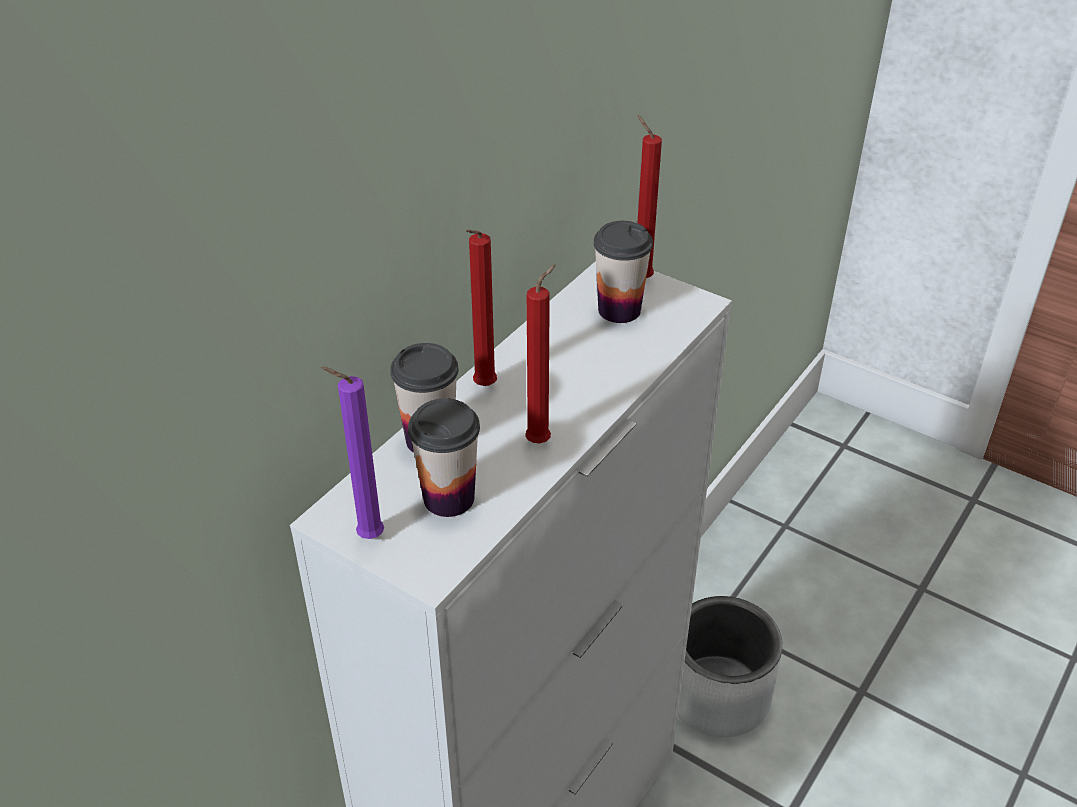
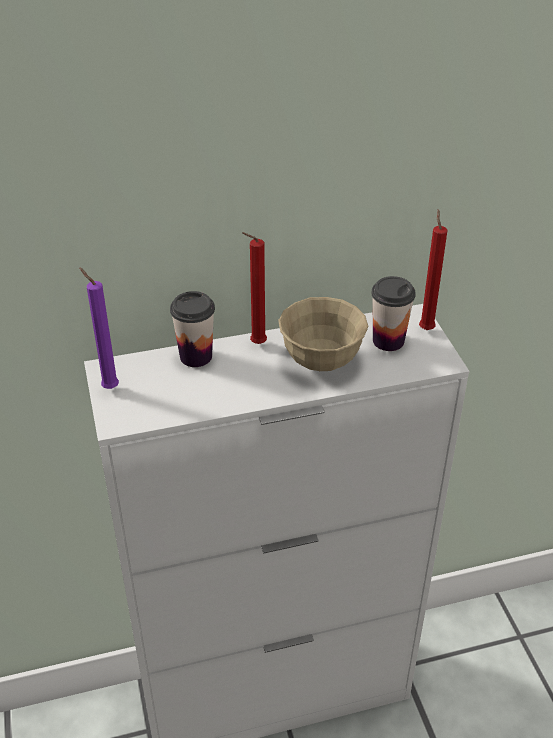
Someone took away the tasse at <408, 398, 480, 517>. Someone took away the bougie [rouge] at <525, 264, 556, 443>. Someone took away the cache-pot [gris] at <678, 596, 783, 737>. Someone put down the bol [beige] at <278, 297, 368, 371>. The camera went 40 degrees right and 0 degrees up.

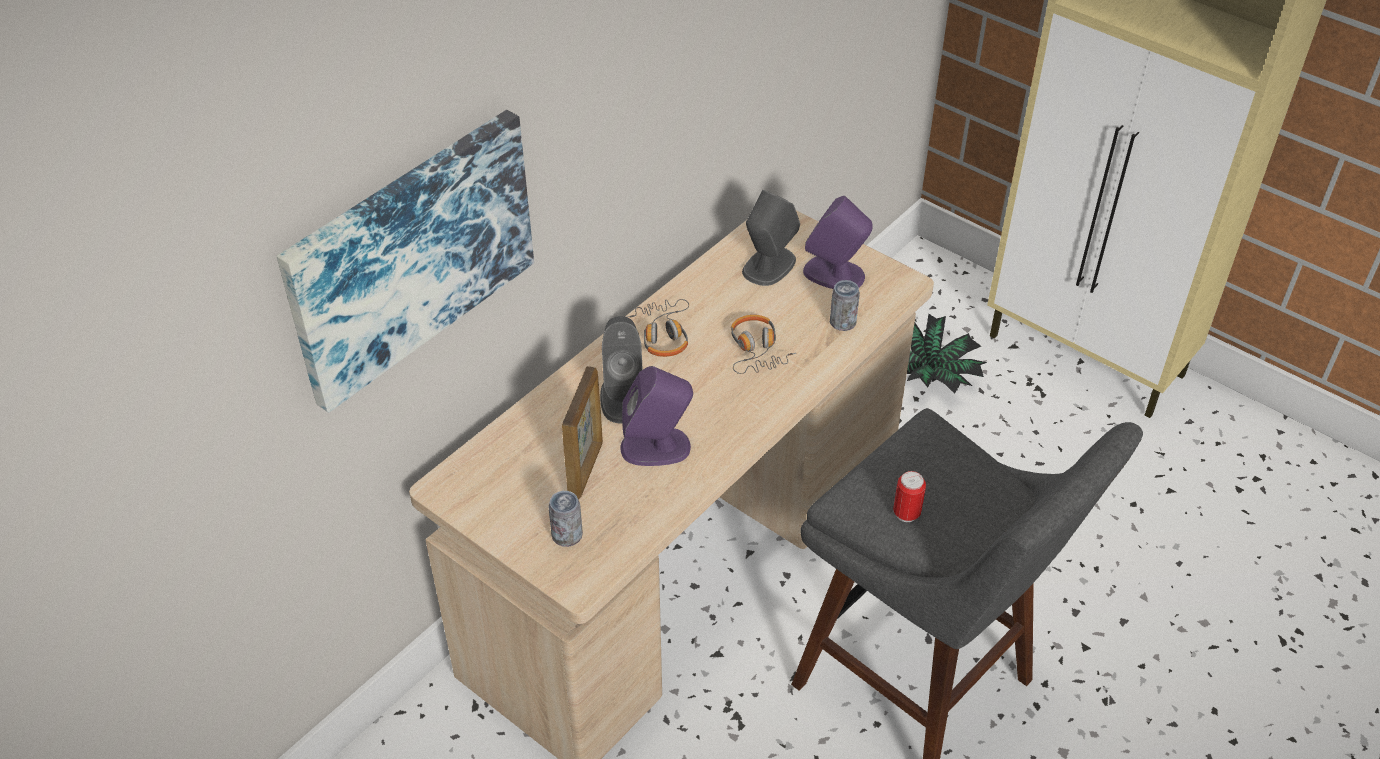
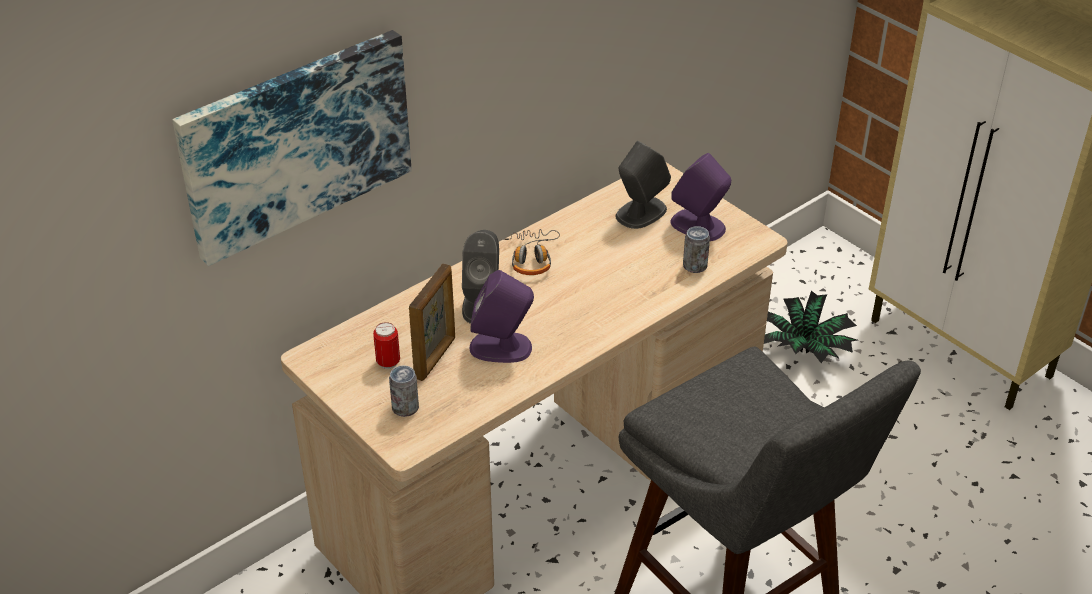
Someone took away the casque audio at <731, 315, 796, 374>. Someone carried the boîte métallique from <893, 471, 926, 522> to <373, 322, 400, 369>. The camera went 10 degrees right and 5 degrees down.

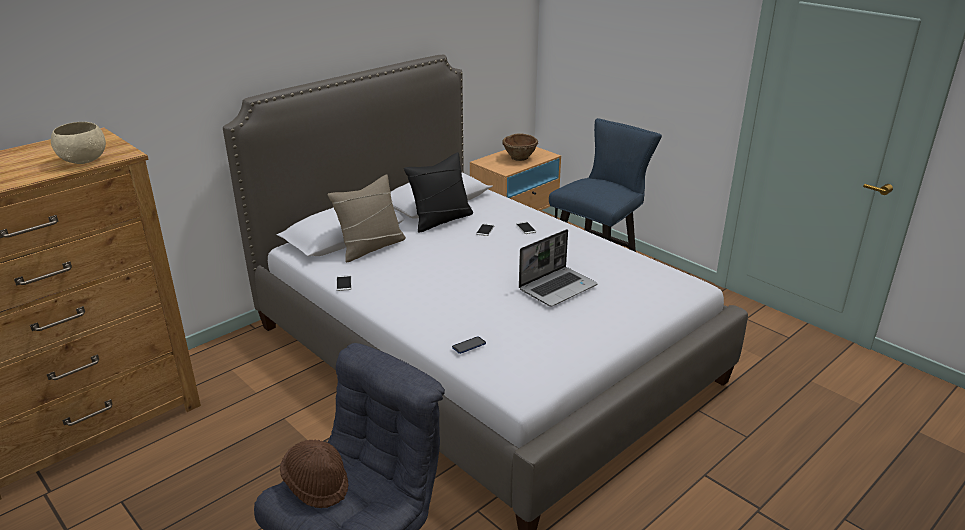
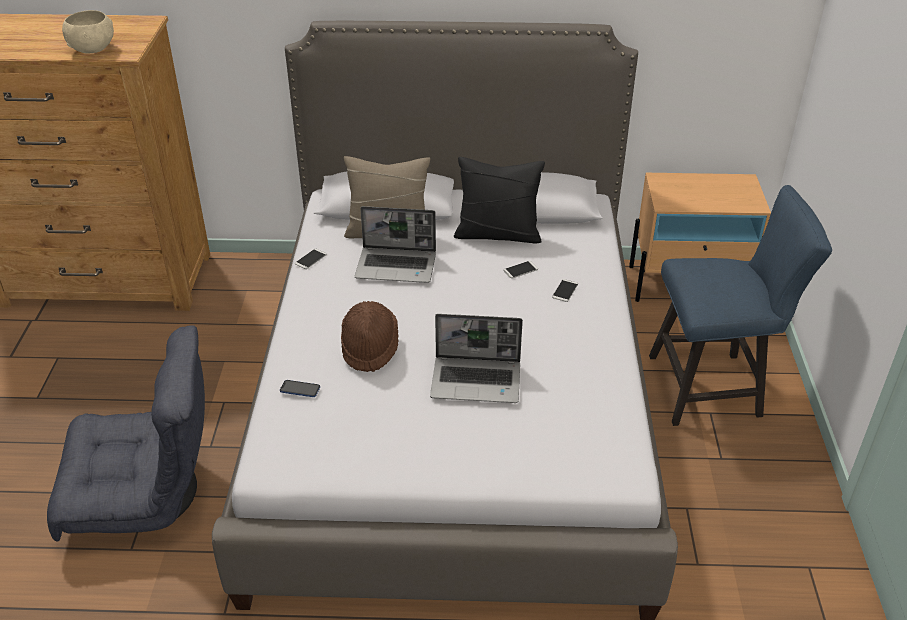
Someone took away the bol [marron] at <503, 134, 538, 161>. Someone put down the ordinateur portable at <355, 206, 436, 283>. Someone carried the chapeau [marron] from <280, 440, 348, 508> to <341, 301, 399, 372>. The camera went 45 degrees right and 10 degrees up.

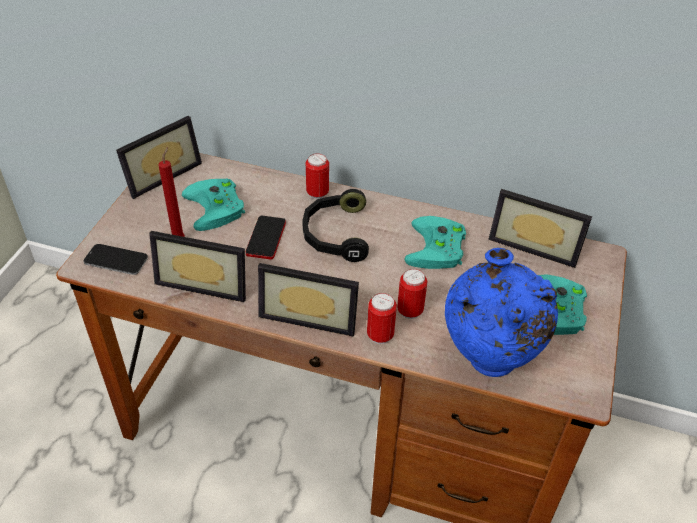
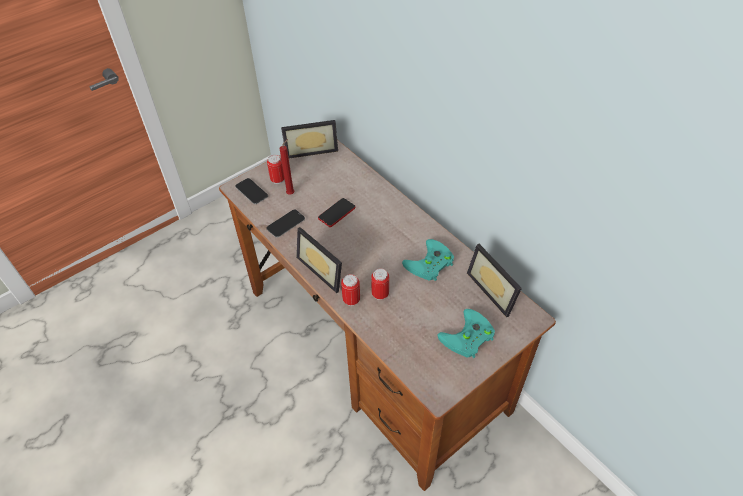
Someone took away the manette [turquoise] at <182, 179, 245, 231>. Someone took away the casque audio [noir] at <302, 189, 369, 262>. Someone took away the vase [bleu] at <445, 248, 558, 377>. Someone carried the boîte métallique from <306, 153, 329, 199> to <267, 155, 285, 184>. Someone swapped the cadre photo at <149, 231, 246, 302> for the téléphone at <267, 209, 305, 238>. The camera went 35 degrees right and 5 degrees up.

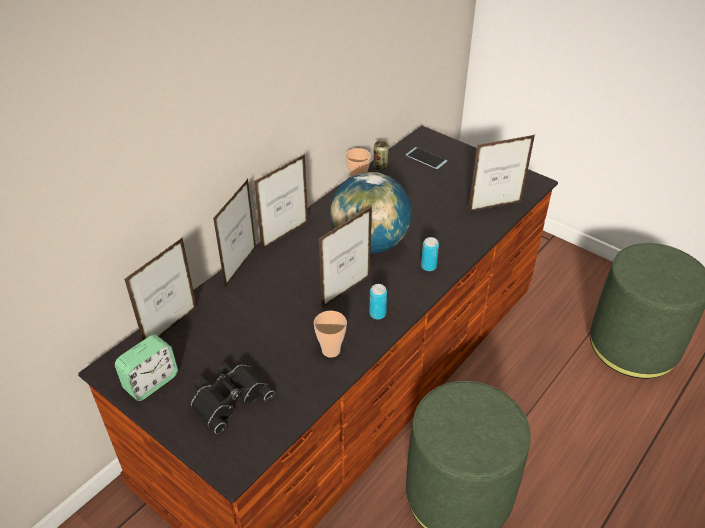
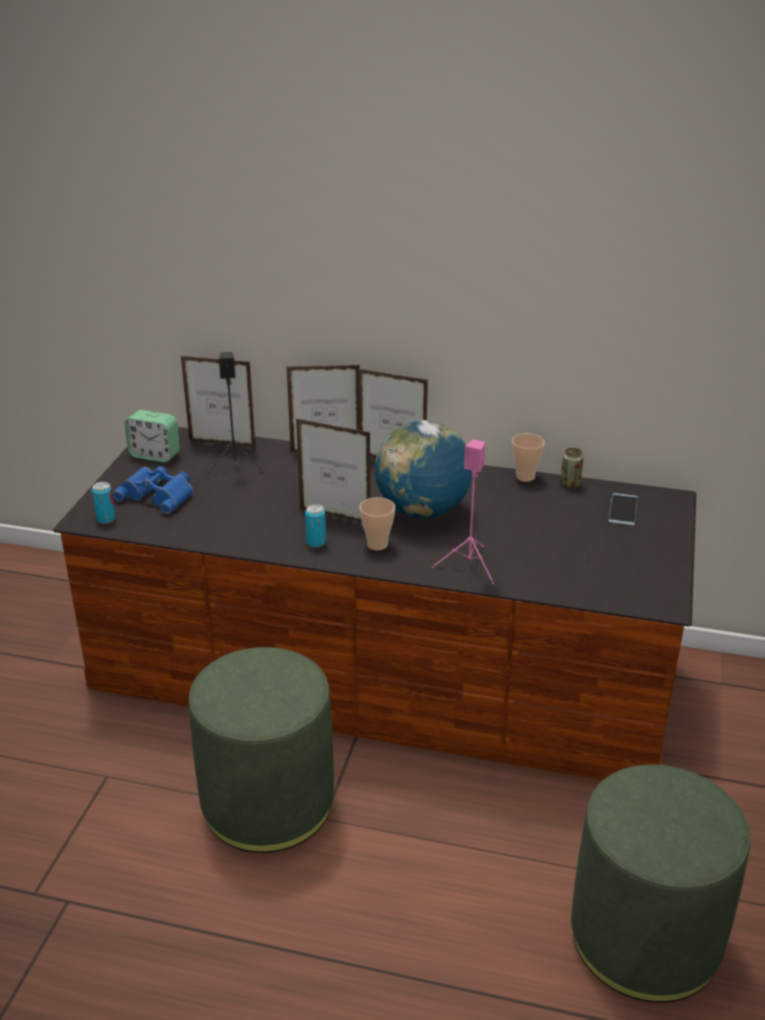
Someone took away the cadre photo at <468, 135, 535, 212>. Someone put down the enceinte [noir] at <206, 352, 265, 476>. Someone put down the enceinte [rose] at <432, 439, 494, 584>. Someone carried the tasse from <314, 311, 347, 358> to <359, 497, 395, 550>. Someone carried the boîte métallique from <421, 237, 439, 271> to <92, 482, 116, 524>. Someone repainted the jumelles [noir] at <191, 362, 275, 434>, which became the jumelles [bleu] at <112, 466, 194, 514>. The camera went 65 degrees right and 10 degrees down.

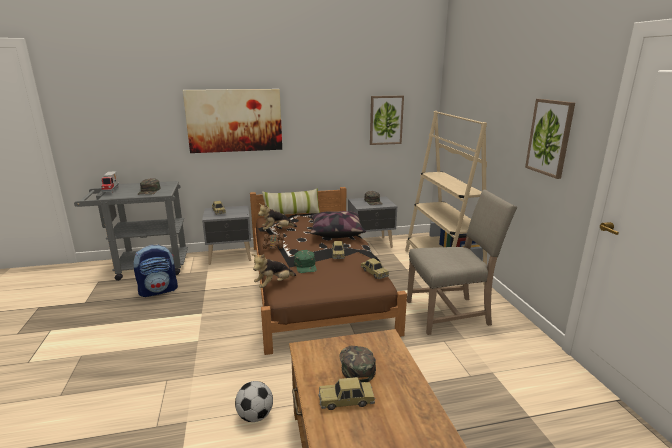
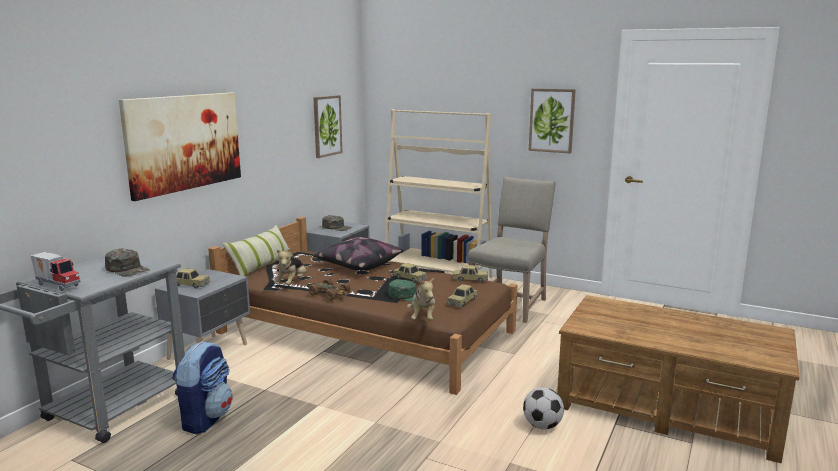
Someone took away the casquette [vert] at <339, 346, 376, 382>. Someone carried the petite voiture from <319, 377, 376, 410> to <447, 284, 478, 307>. The camera went 50 degrees left and 5 degrees down.

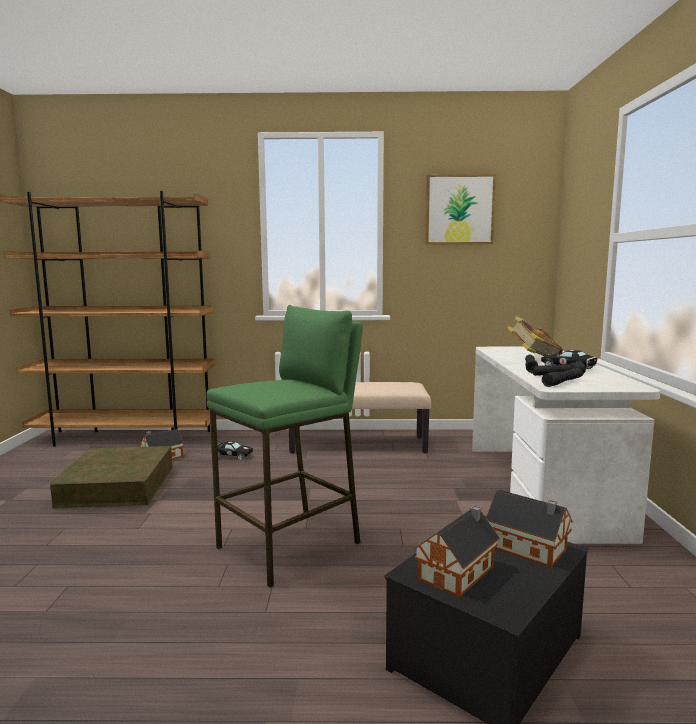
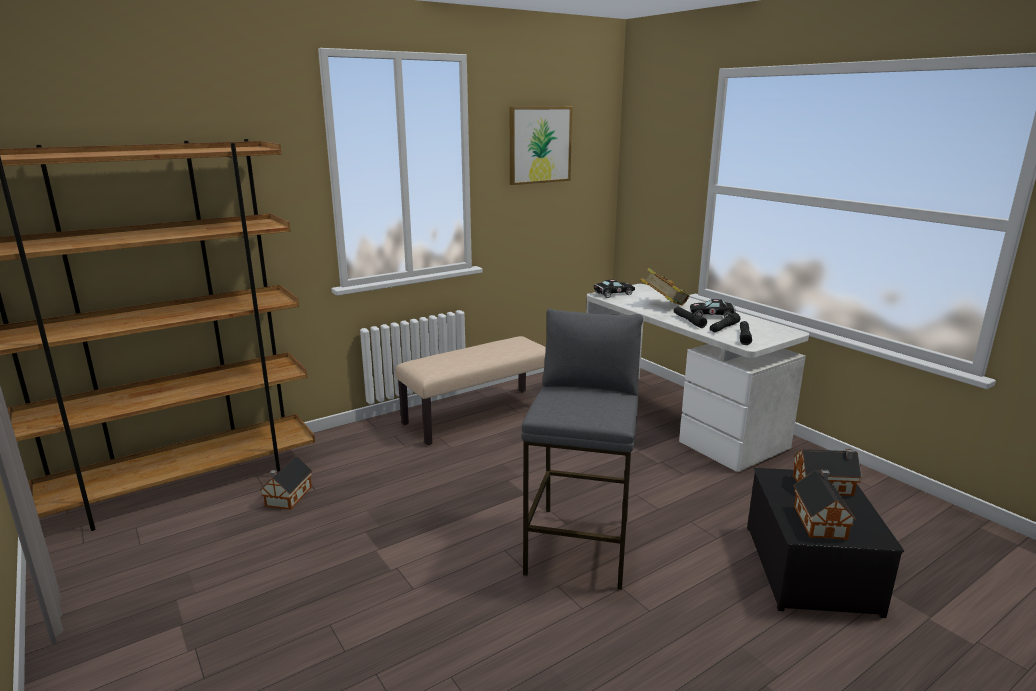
Someone took away the boîte de rangement [marron] at <50, 446, 173, 508>. Someone carried the petite voiture [noir] from <217, 441, 253, 460> to <594, 280, 635, 298>. Someone repainted the tabouret [vert] at <206, 305, 363, 588>, which became the tabouret [gris] at <521, 308, 643, 590>. The camera went 35 degrees left and 10 degrees up.

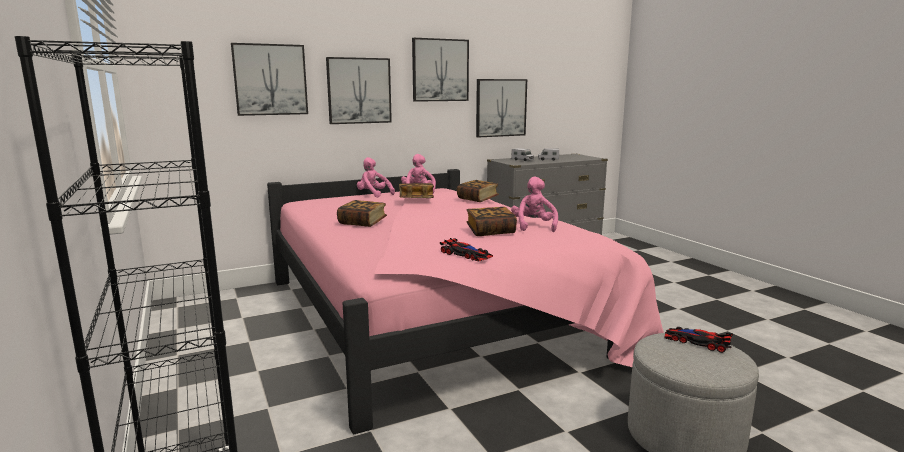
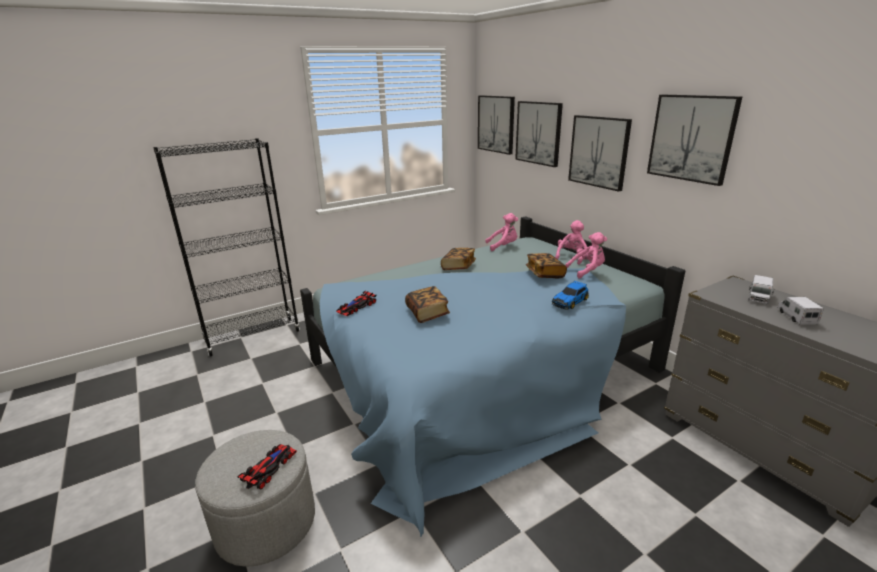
Someone carried the tableau from <476, 79, 527, 138> to <478, 95, 515, 155>. Someone carried the peluche [rose] from <511, 176, 558, 232> to <485, 213, 518, 251>. Someone swapped the livre at <457, 180, 499, 202> for the petite voiture at <552, 281, 589, 310>. Someone repainted the lit [rose] at <267, 169, 664, 434>, which became the lit [bleu] at <300, 216, 685, 537>. The camera went 85 degrees right and 10 degrees up.

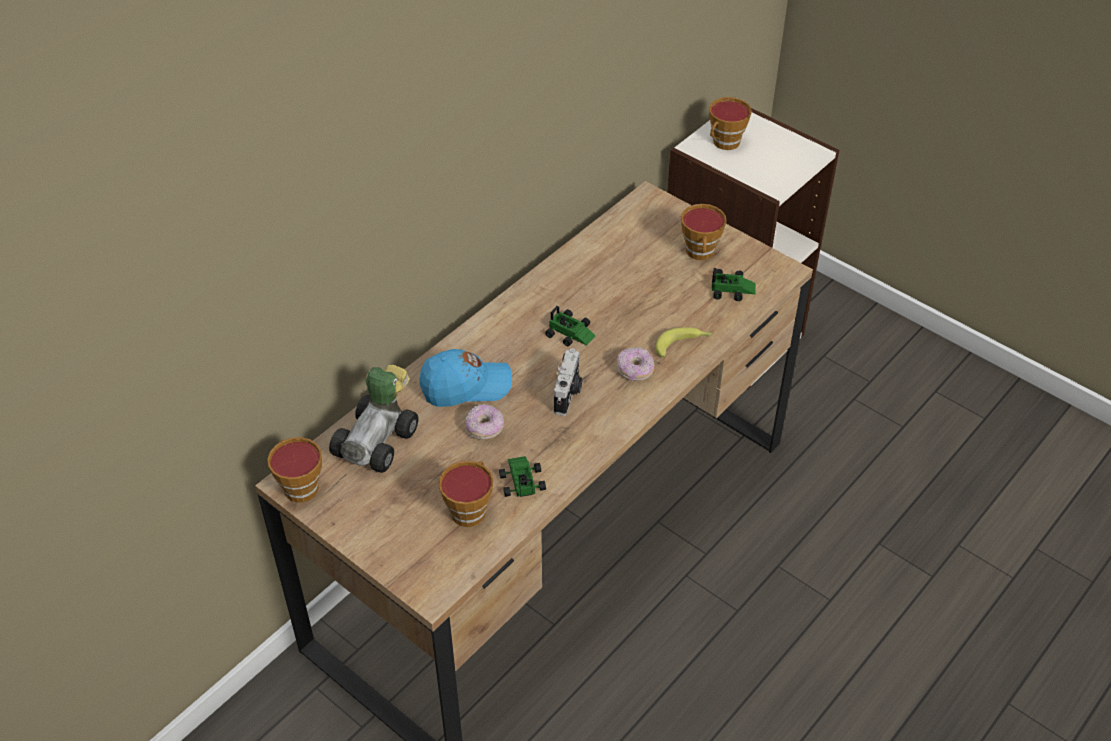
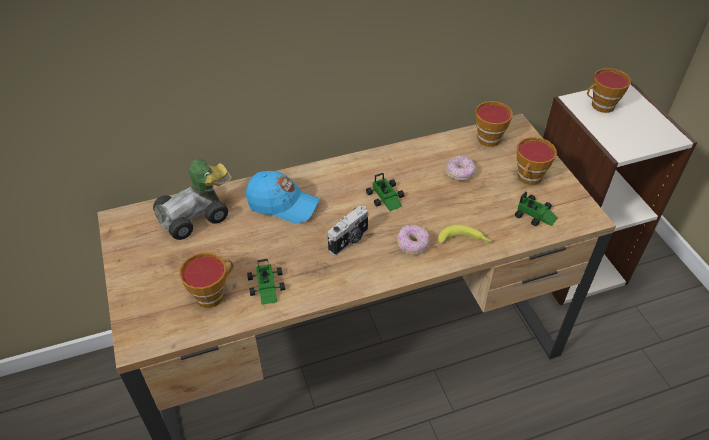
Someone carried the tasse from <267, 437, 322, 503> to <475, 101, 513, 147>. Someone carried the beignet from <465, 404, 504, 440> to <446, 155, 476, 181>. Someone rotated the petite voiture at <499, 456, 546, 497> by 150 degrees clockwise. The camera went 30 degrees right and 0 degrees up.

